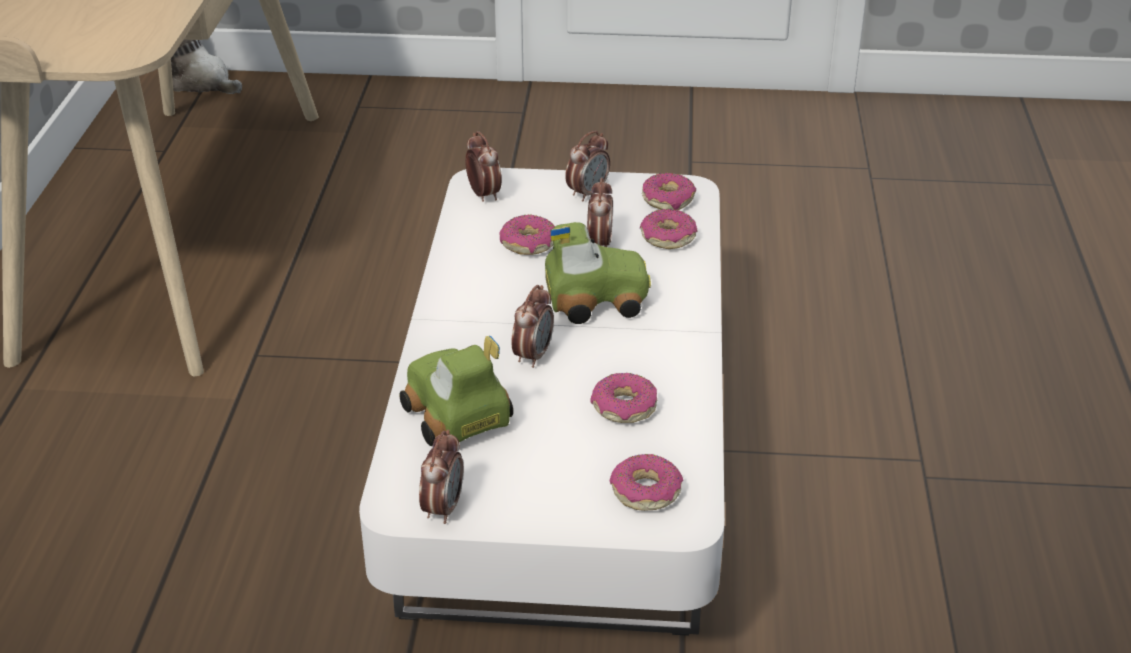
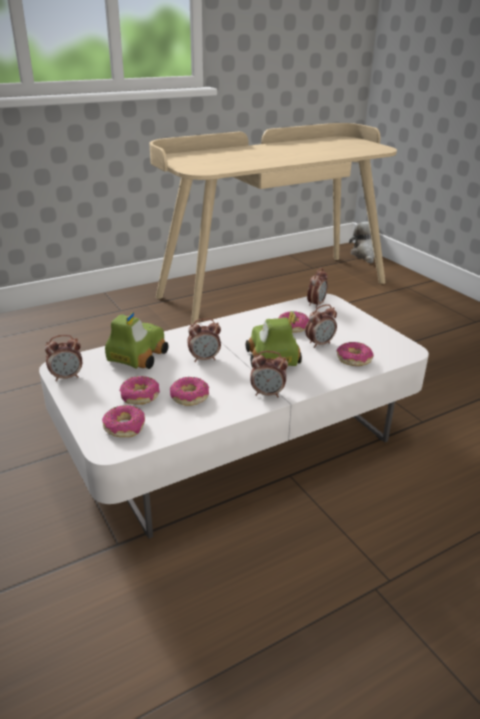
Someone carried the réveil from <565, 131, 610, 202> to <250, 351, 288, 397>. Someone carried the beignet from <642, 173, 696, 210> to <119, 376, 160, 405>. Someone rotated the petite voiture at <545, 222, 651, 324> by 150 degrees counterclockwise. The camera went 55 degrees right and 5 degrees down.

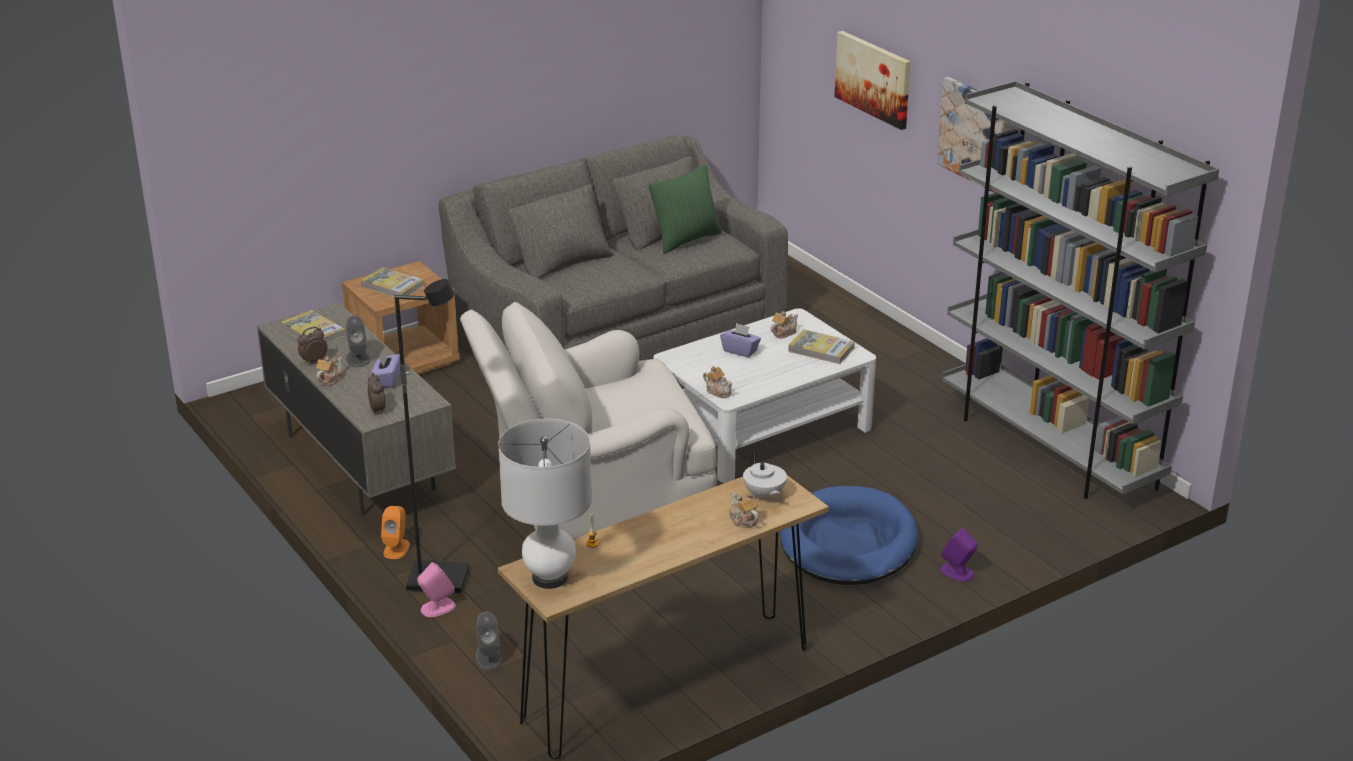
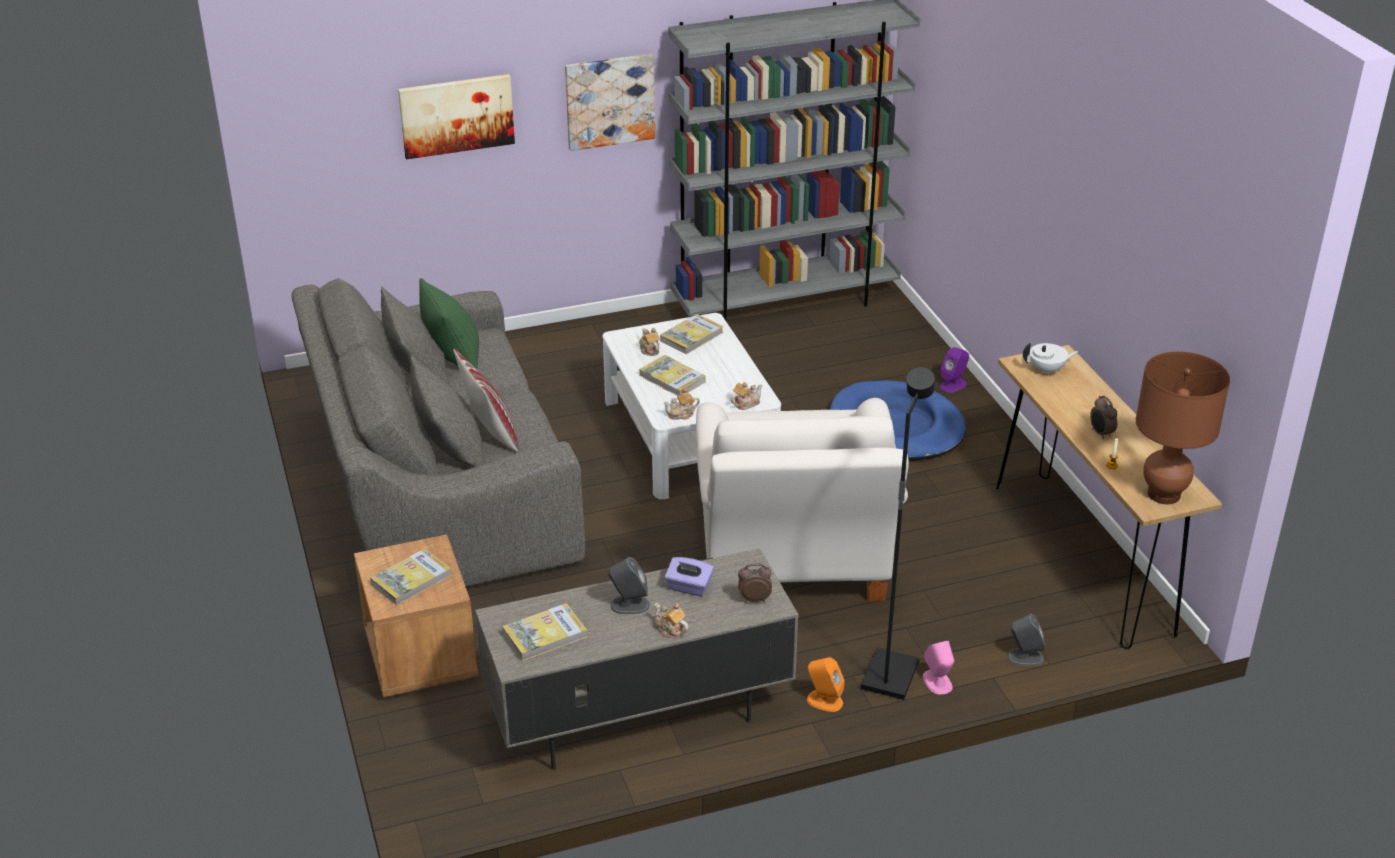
Someone put down the coussin at <453, 349, 519, 452>. Someone carried the réveil from <298, 327, 328, 365> to <1090, 396, 1117, 439>. Someone carried the théière from <729, 492, 759, 528> to <663, 388, 700, 420>. Someone swapped the boîte à mouchoirs [violet] at <720, 323, 761, 357> for the livre at <639, 355, 705, 396>. Someone repainted the lampe de table [blanc] at <498, 419, 592, 589>, which became the lampe de table [marron] at <1136, 351, 1230, 504>. The camera went 75 degrees left and 5 degrees up.

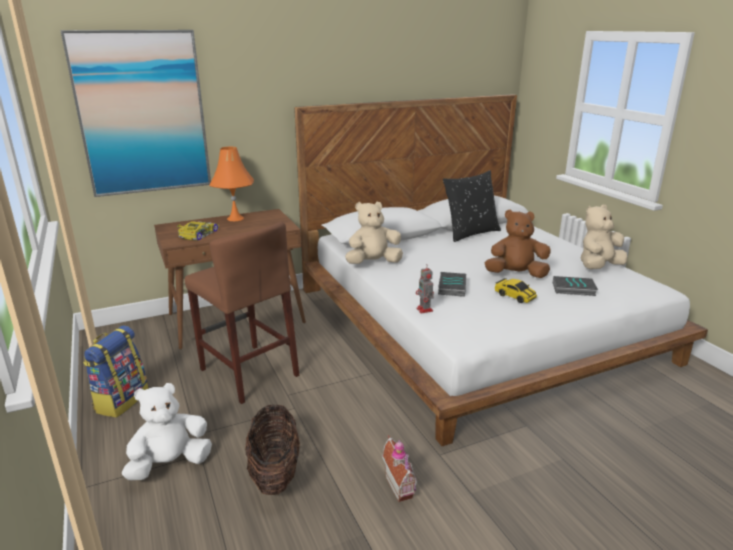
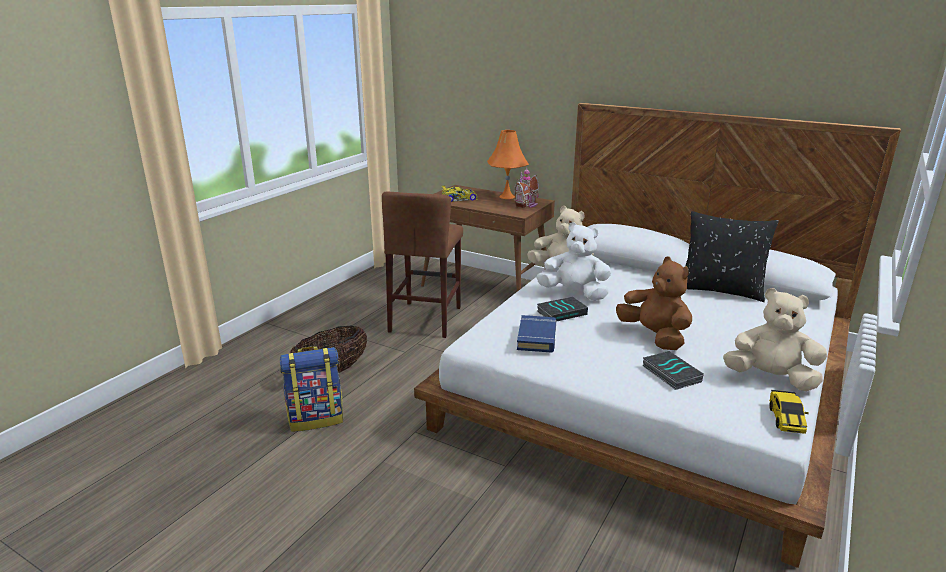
Someone took away the tableau at <60, 30, 211, 197>. Someone took away the robot jouet at <416, 265, 434, 314>. Someone put down the livre [bleu] at <517, 315, 556, 353>. Someone carried the sac à dos from <83, 326, 149, 418> to <280, 346, 343, 432>. Someone carried the peluche [blanc] from <122, 383, 212, 480> to <536, 222, 611, 301>. Someone carried the maison miniature from <382, 435, 417, 502> to <514, 168, 539, 208>. Someone carried the petite voiture from <495, 278, 537, 303> to <769, 390, 809, 434>. The camera went 55 degrees right and 0 degrees up.

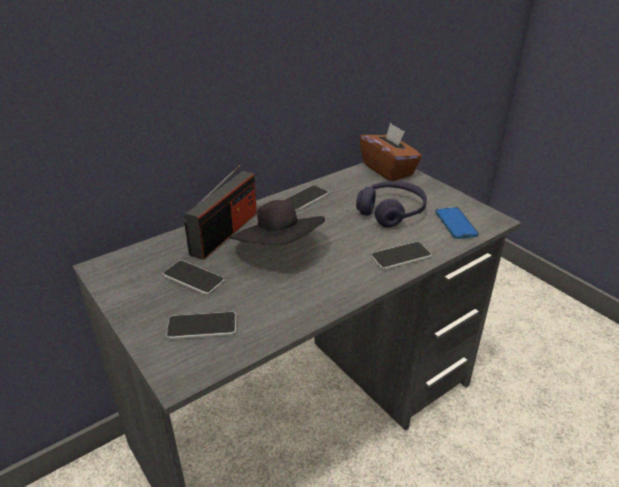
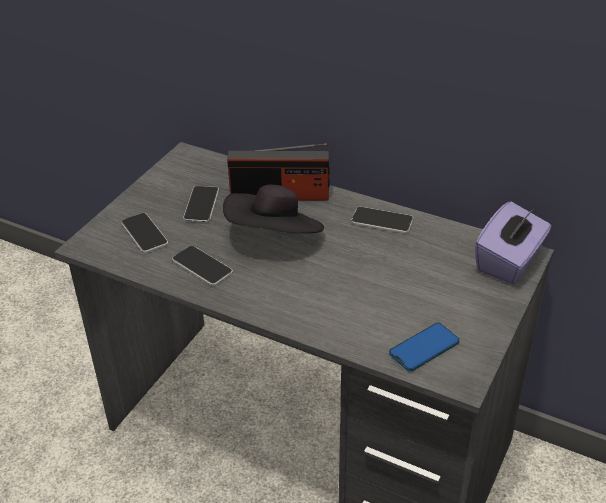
Someone took away the casque audio [violet] at <356, 181, 427, 227>. Someone carried the téléphone from <371, 242, 432, 270> to <172, 246, 233, 286>. Someone repainted the boîte à mouchoirs [marron] at <360, 123, 422, 181>, which became the boîte à mouchoirs [violet] at <475, 201, 551, 285>. The camera went 65 degrees right and 5 degrees up.

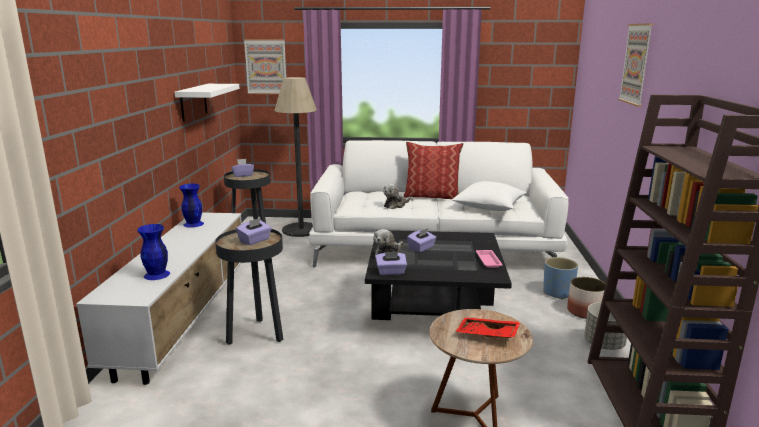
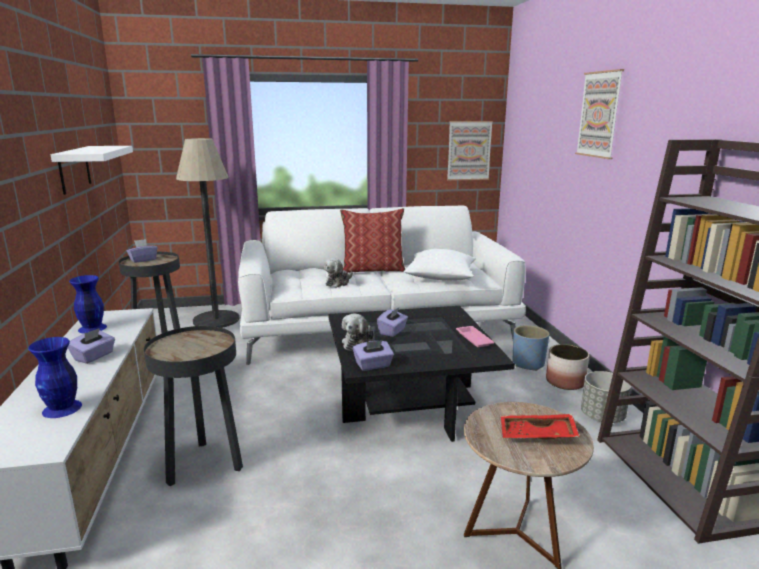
Someone carried the boîte à mouchoirs [violet] from <236, 218, 272, 245> to <68, 328, 115, 364>. Someone carried the tableau from <244, 39, 286, 94> to <447, 121, 493, 181>. The camera went 15 degrees left and 0 degrees up.

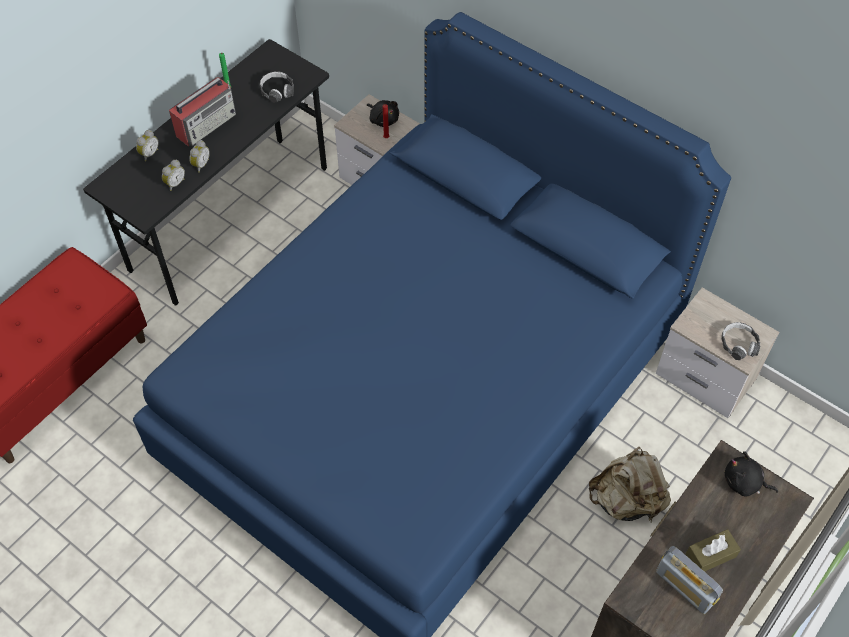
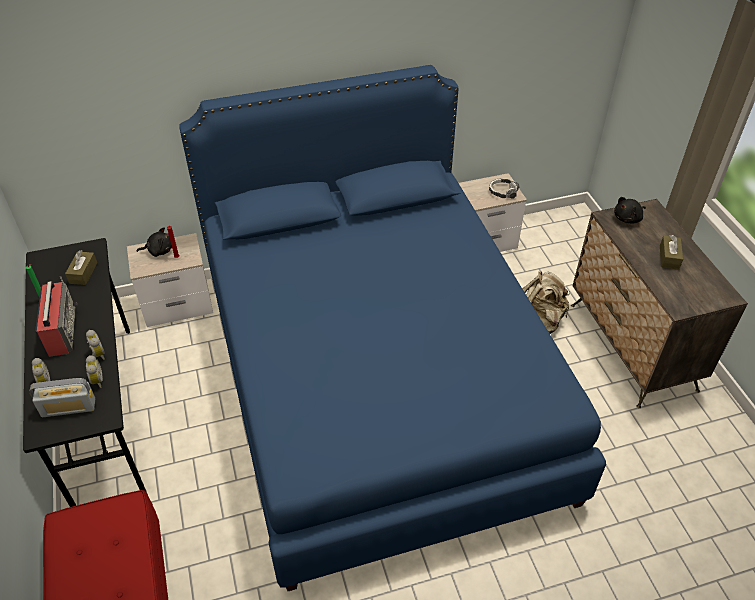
Someone carried the radio from <656, 546, 723, 614> to <29, 378, 95, 417>. Someone swapped the casque audio at <260, 72, 294, 103> for the boîte à mouchoirs [marron] at <65, 250, 97, 285>. The camera went 55 degrees left and 10 degrees down.

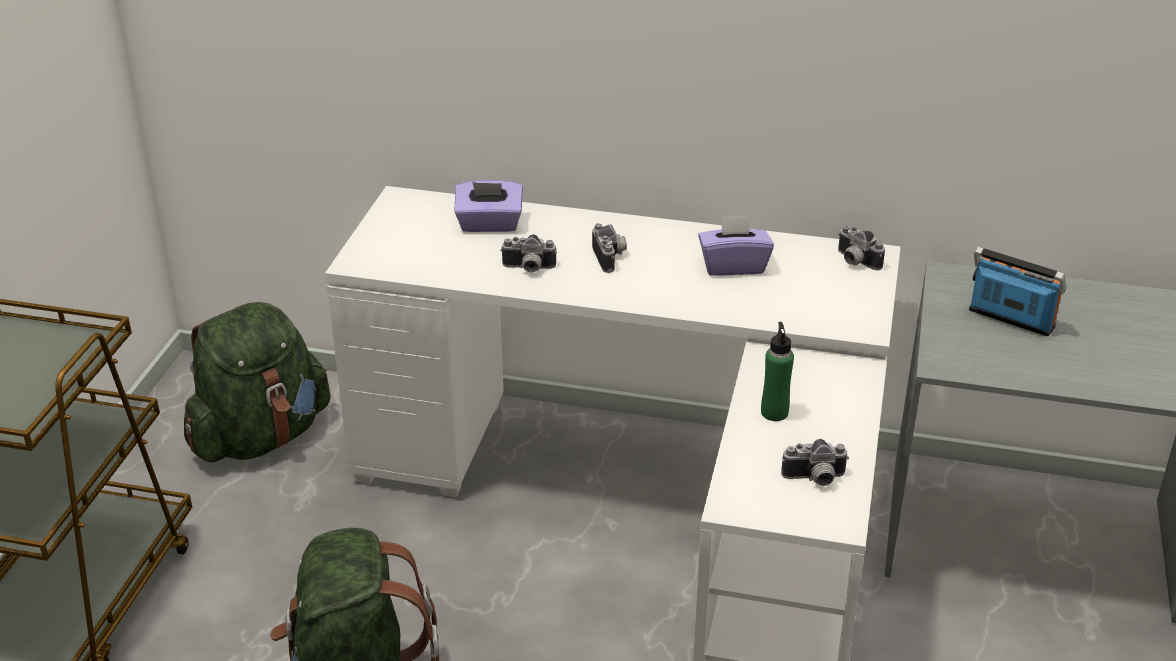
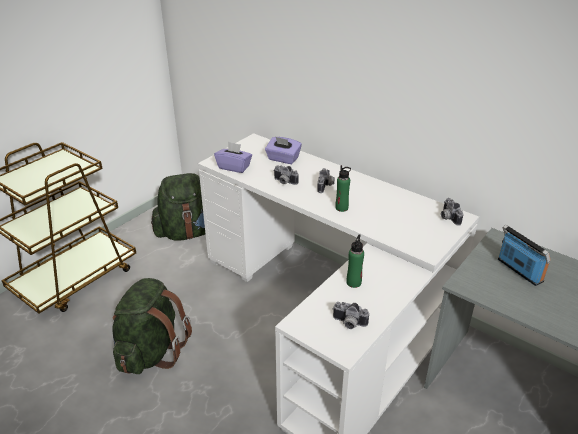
Someone put down the bouteille [vert] at <335, 165, 351, 212>. Someone carried the boîte à mouchoirs [violet] from <698, 216, 774, 276> to <214, 142, 252, 173>. The camera went 25 degrees right and 0 degrees up.

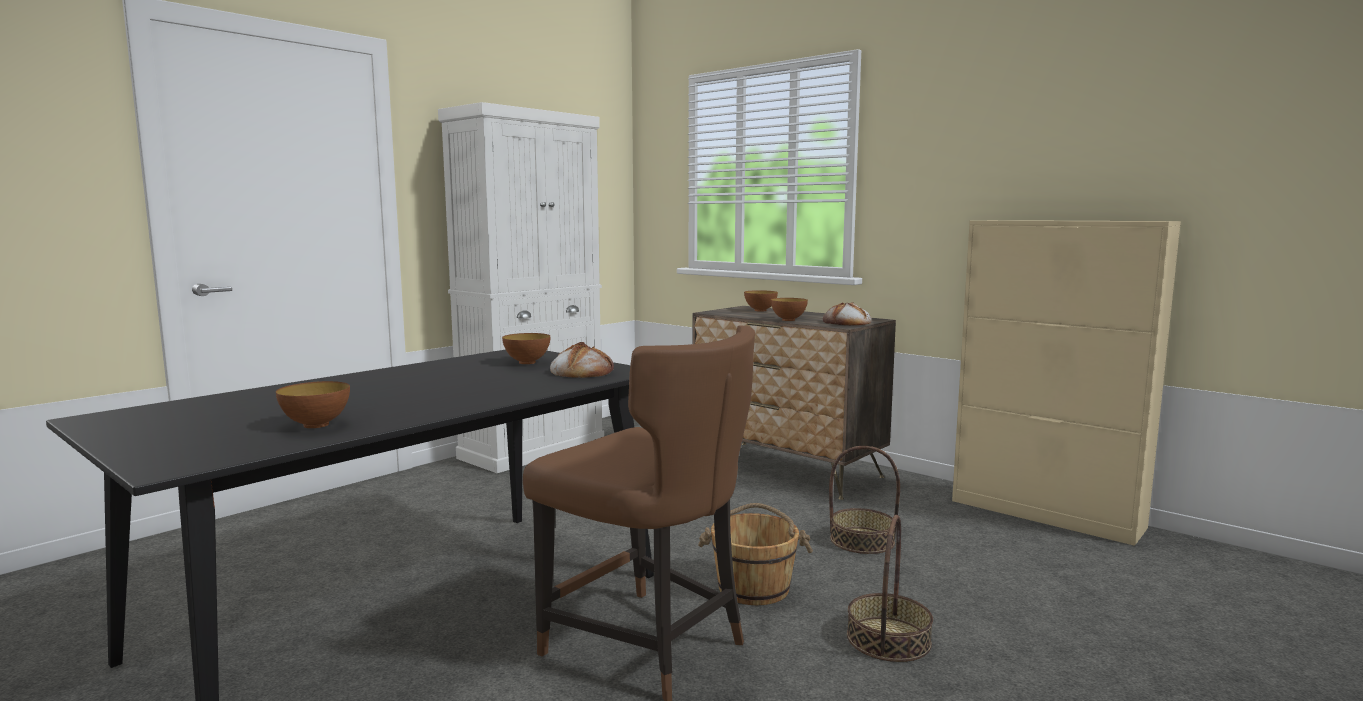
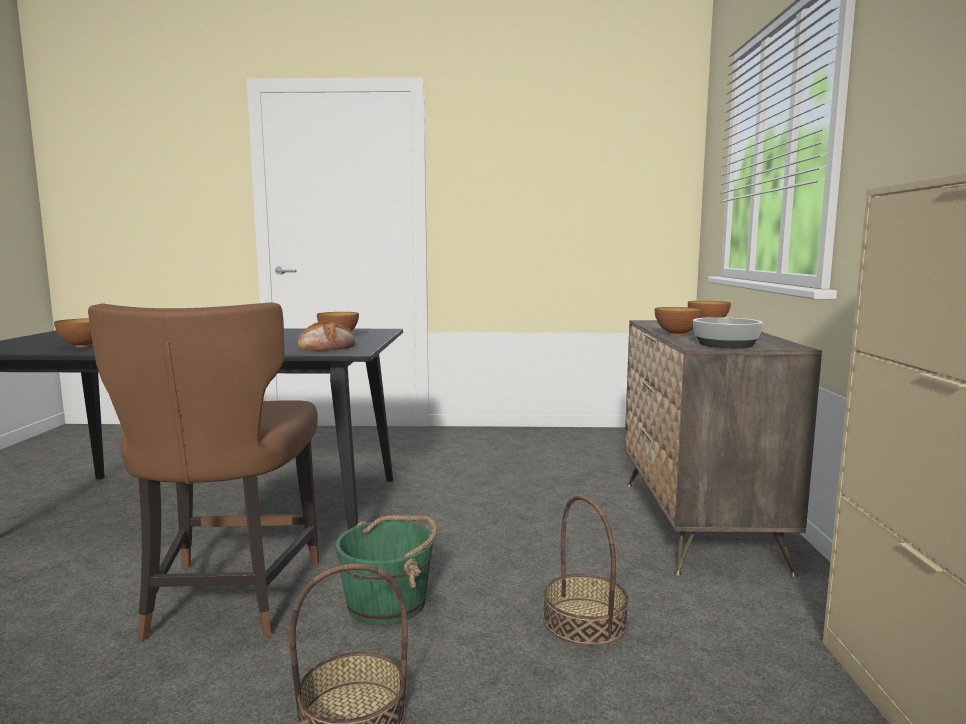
Someone took away the meuble de rangement [blanc] at <438, 102, 604, 473>. Someone swapped the pain at <823, 302, 872, 325> for the bol at <693, 317, 763, 348>. Someone repainted the seau [marron] at <698, 503, 813, 605>, which became the seau [vert] at <335, 515, 437, 625>. The camera went 50 degrees right and 0 degrees up.

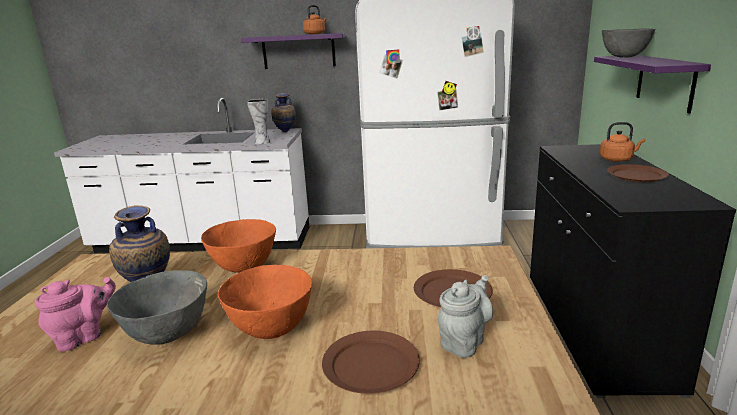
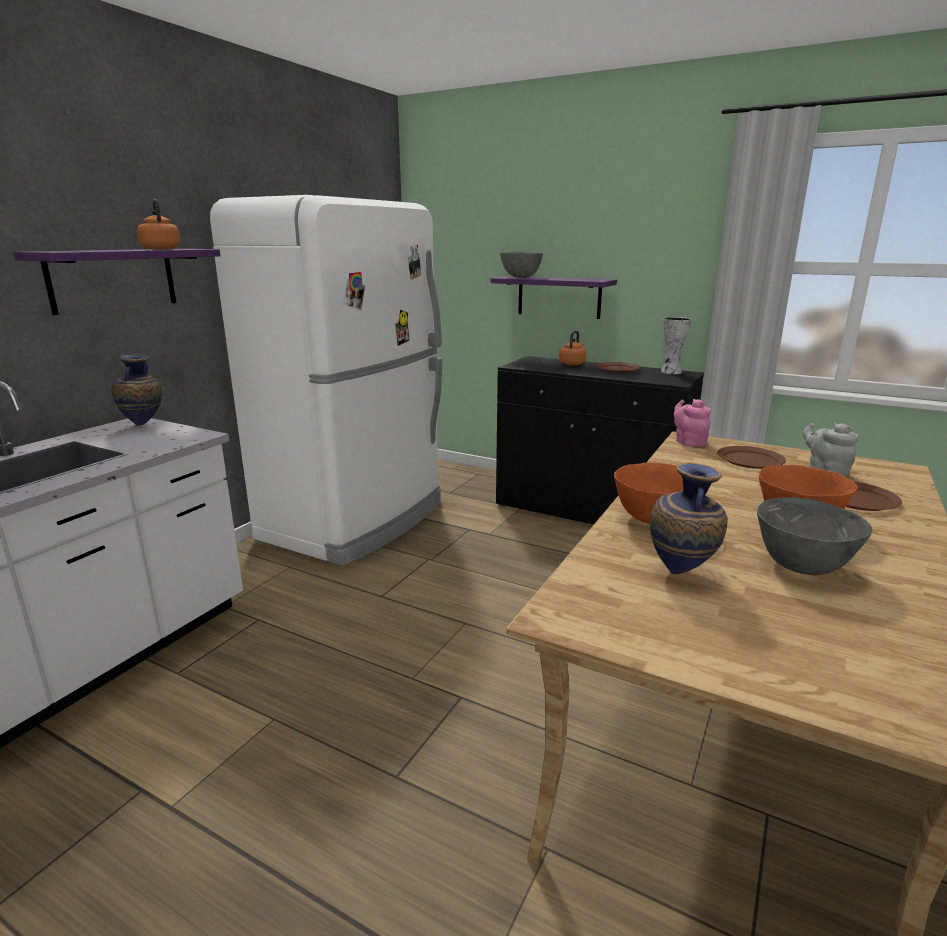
Someone carried the théière [rose] from <35, 277, 116, 352> to <674, 399, 711, 447>. Someone carried the vase from <247, 99, 271, 144> to <661, 317, 691, 374>. The camera went 65 degrees left and 0 degrees up.

